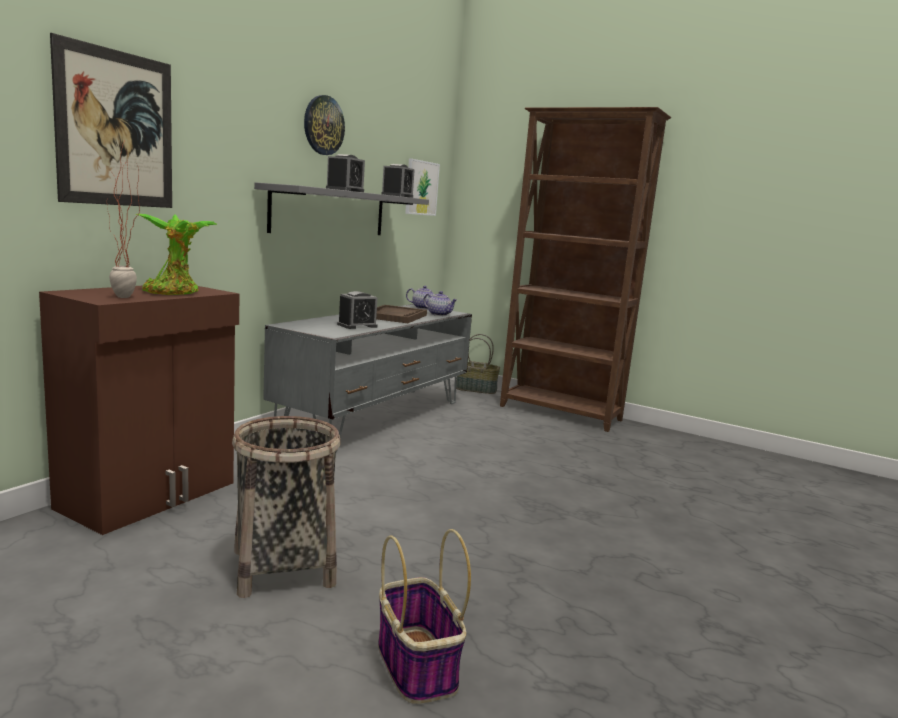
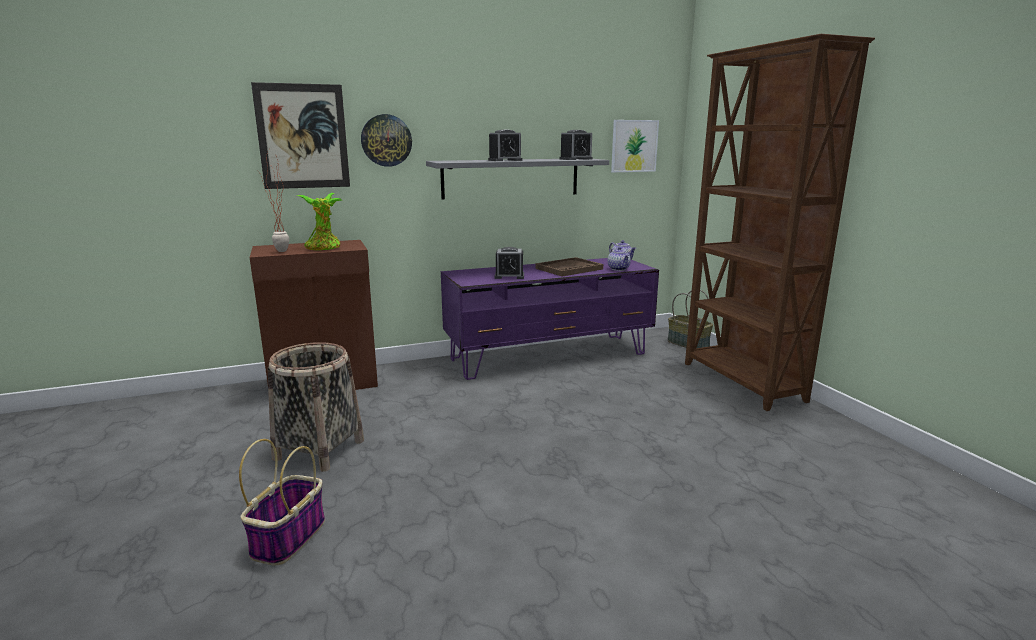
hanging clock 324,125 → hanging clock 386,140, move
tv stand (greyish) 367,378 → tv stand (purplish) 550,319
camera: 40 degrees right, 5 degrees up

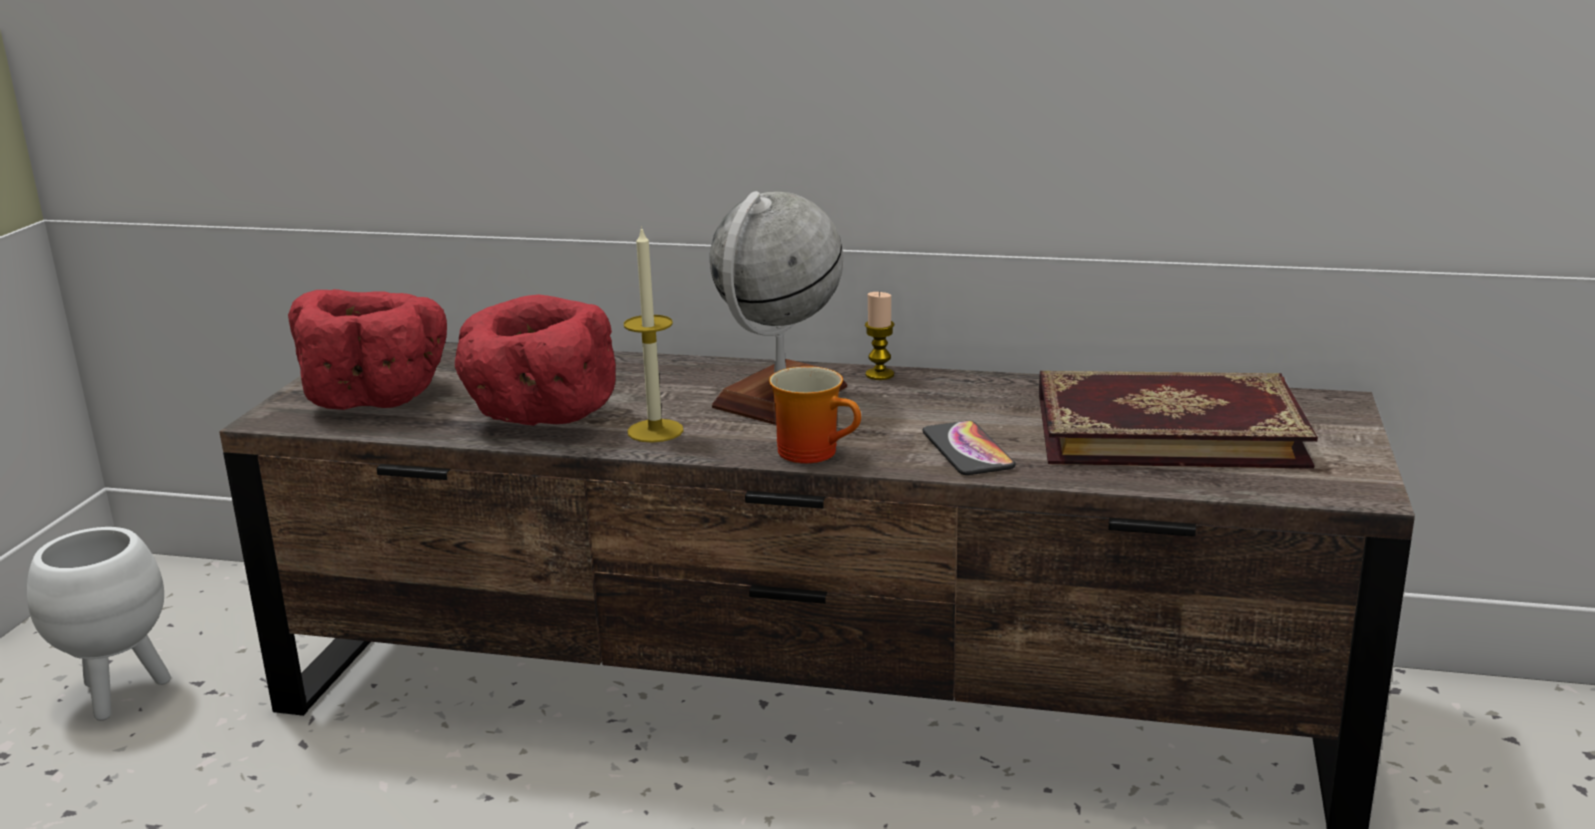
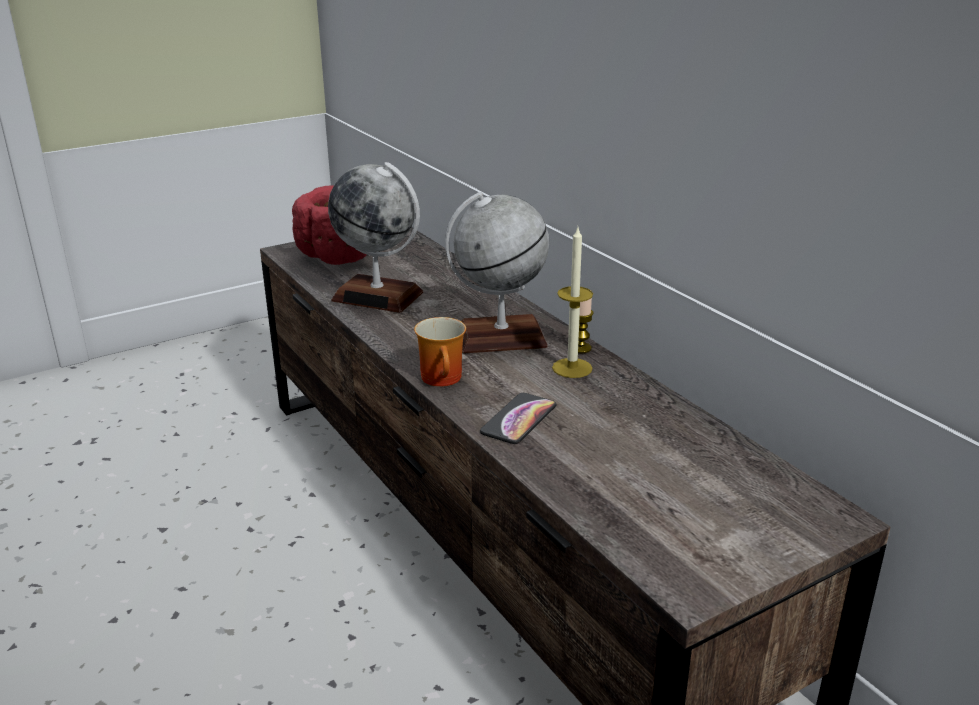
wax candle 654,334 → wax candle 572,303, move
serving bowl (red-coloured) 535,360 → globe 375,237
volume 1178,420 → -
flower pot (white-coloured) 99,624 → -
camera: 45 degrees right, 5 degrees up

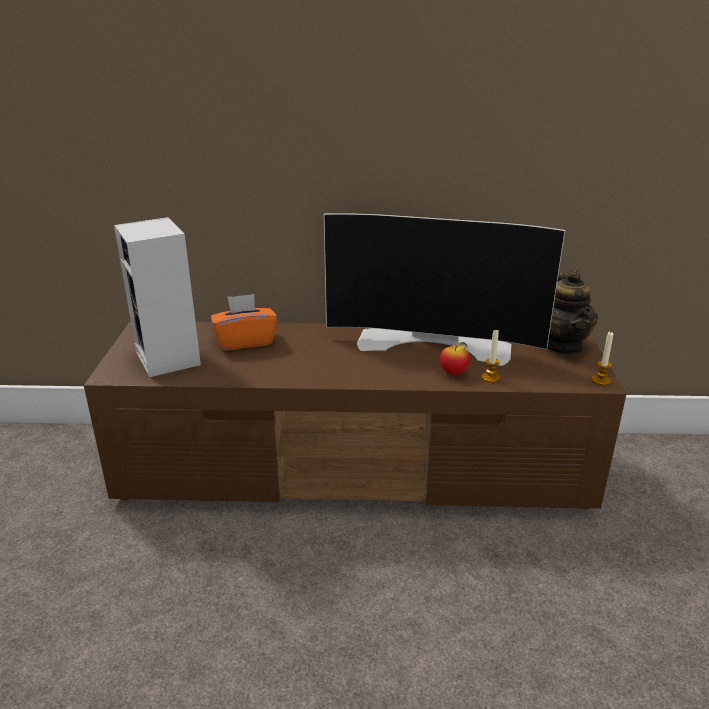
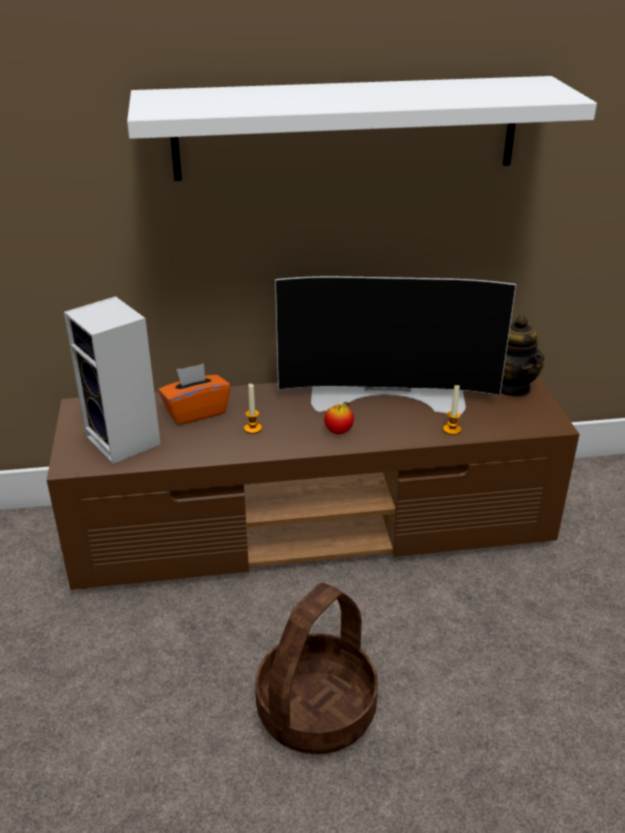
wax candle 602,358 → wax candle 253,408, move
apple fruit 455,358 → apple fruit 339,418, move
- → wall shelf (white-coloured) 362,128
- → storage basket 316,668
camera: 10 degrees left, 5 degrees up

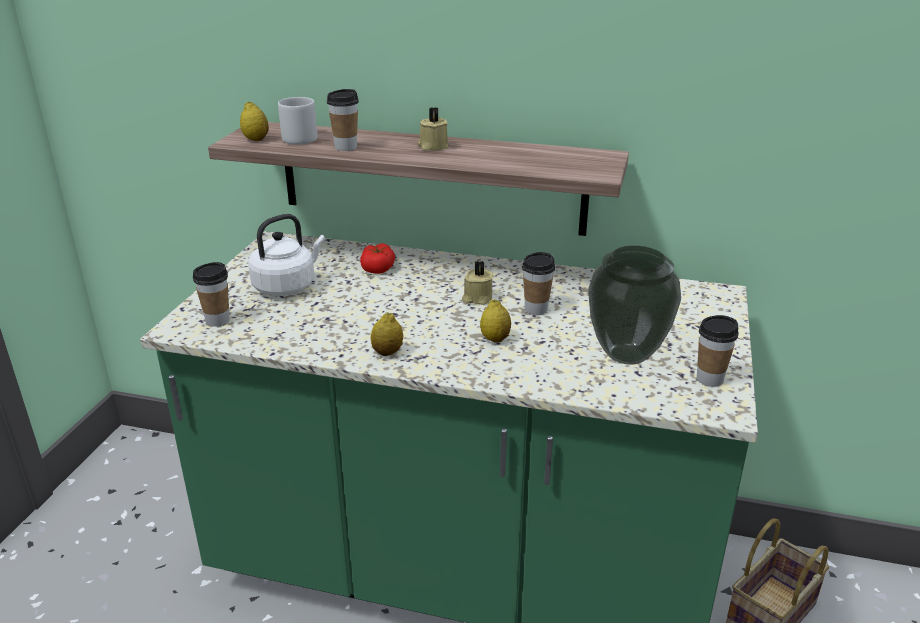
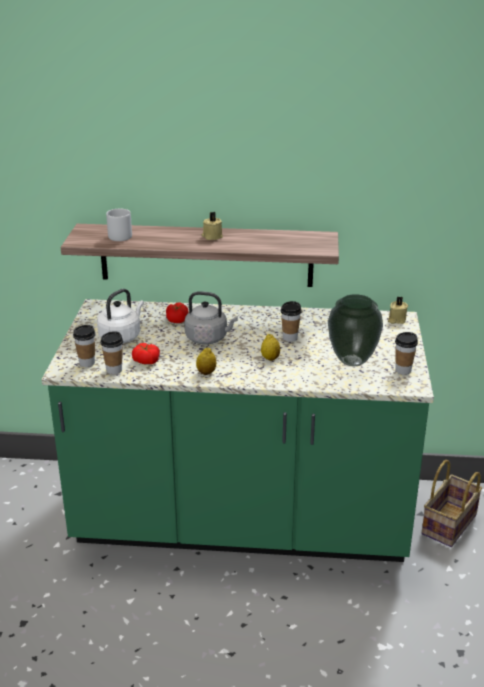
small cup 343,120 → small cup 112,352, move
citrus fruit 254,121 → -
wax candle (beige-coloured) 478,283 → wax candle (beige-coloured) 398,310, move
- → kettle (greyish) 211,317
- → fresh tomato 146,353
camera: 10 degrees left, 0 degrees up

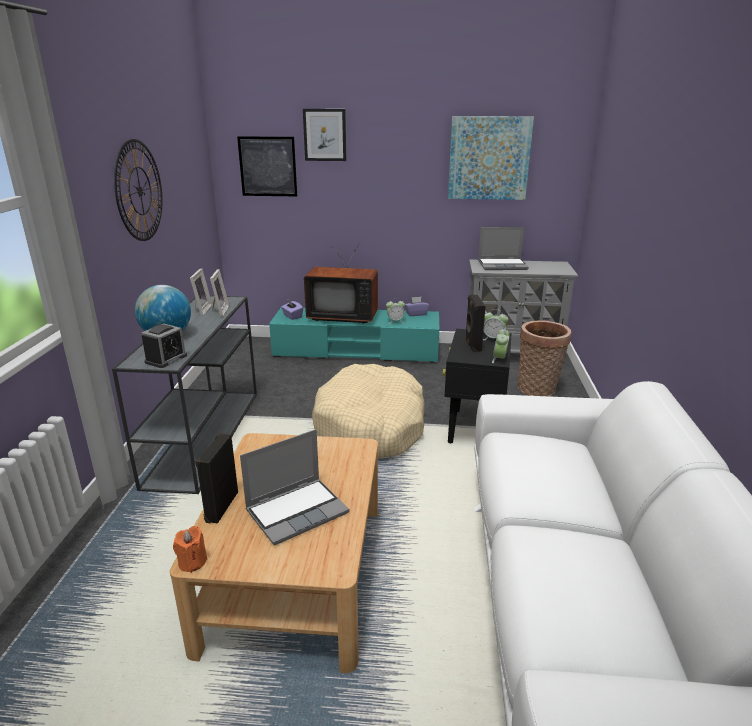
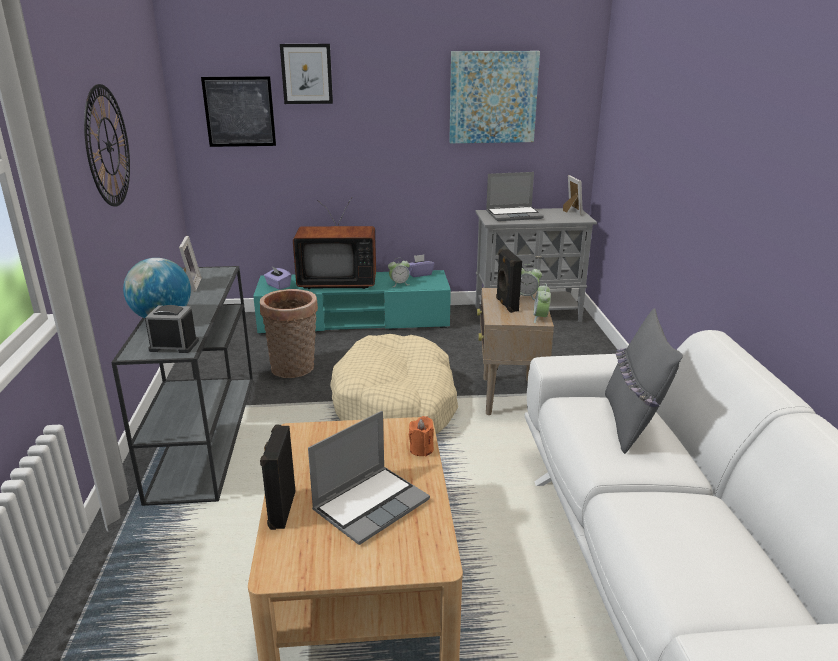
photo frame 219,293 → photo frame 573,195, move
storage basket 544,358 → storage basket 289,333, move
alarm clock 164,346 → alarm clock 172,329, 105 degrees counterclockwise
accent table (black-coloured) 477,386 → accent table (beige-coloured) 515,351
wax candle (orangey) 190,549 → wax candle (orangey) 421,436, move
- → throw pillow (greyish) 644,381
camera: 10 degrees left, 0 degrees up

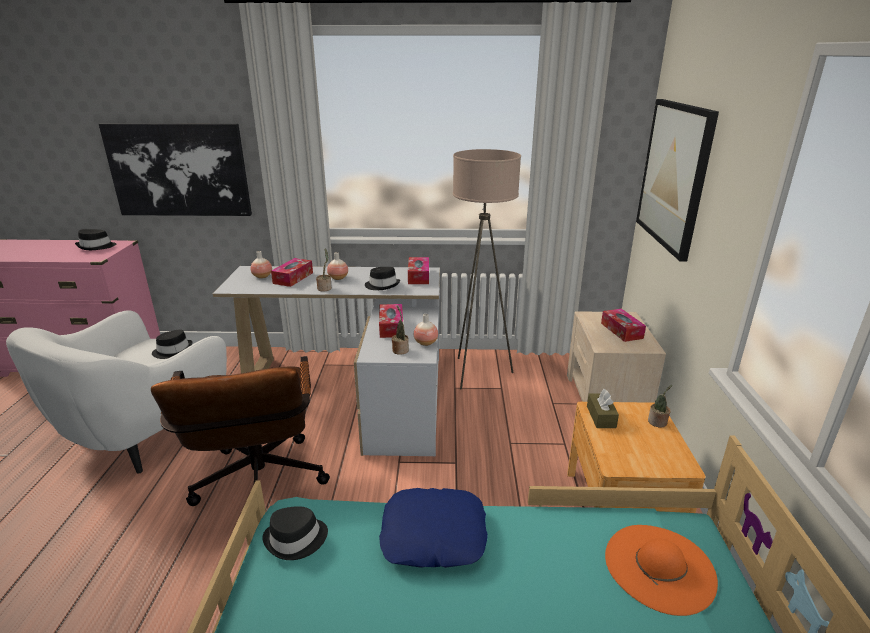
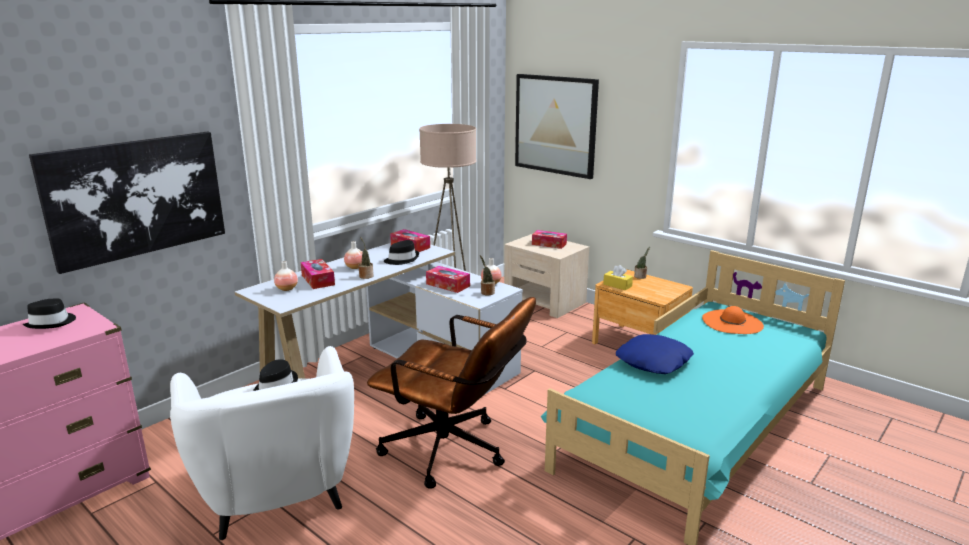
tissue holder (brownish) 603,408 → tissue holder (yellow-coloured) 618,277
wearable hat (black-coloured) 295,533 → -
camera: 50 degrees left, 5 degrees down

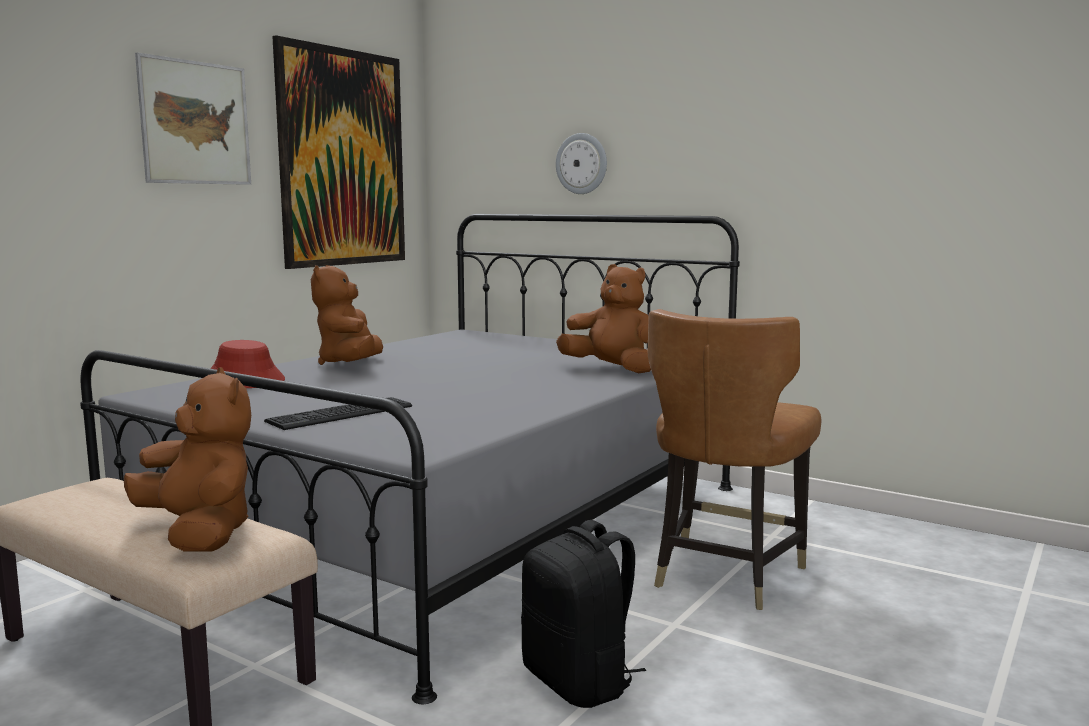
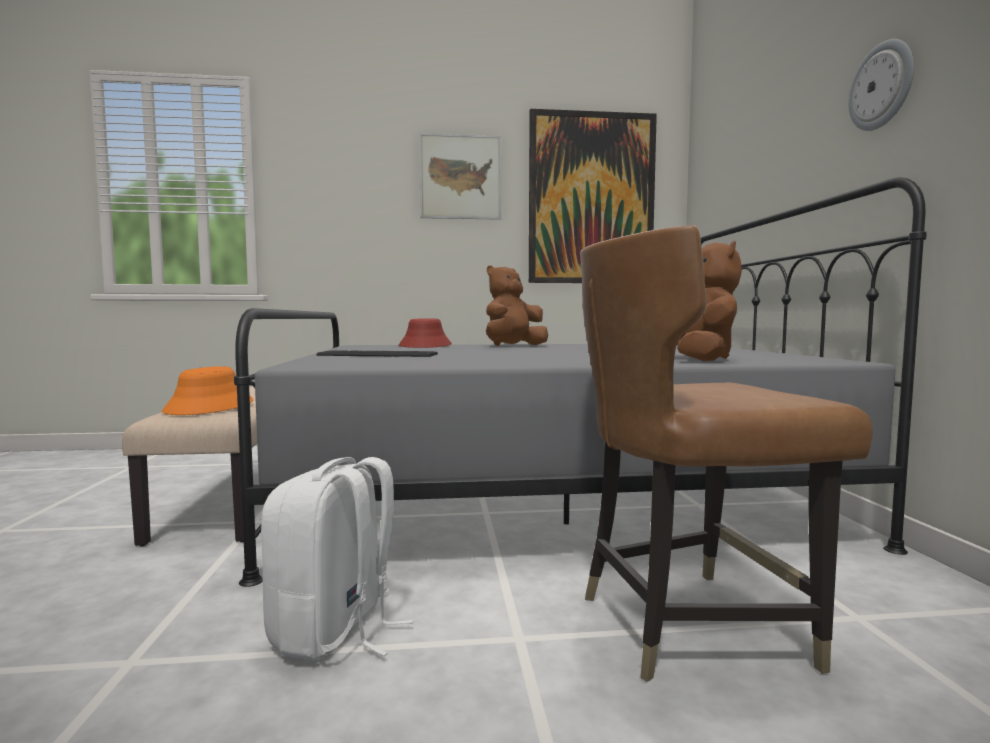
hanging clock 581,163 → hanging clock 881,85, move
cuddly toy (brownish) 187,459 → wearable hat (orangey) 207,390
knapsack (black-coloured) 583,614 → knapsack (white-coloured) 337,560
camera: 50 degrees right, 5 degrees down

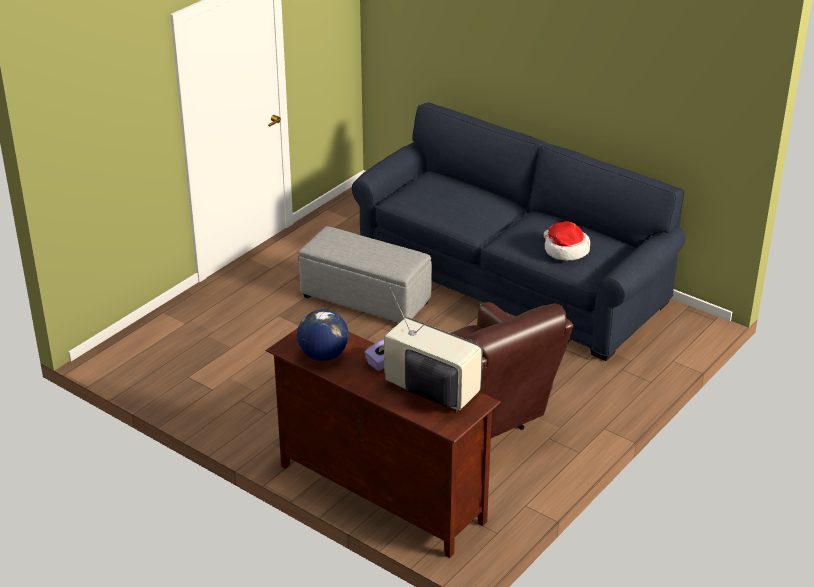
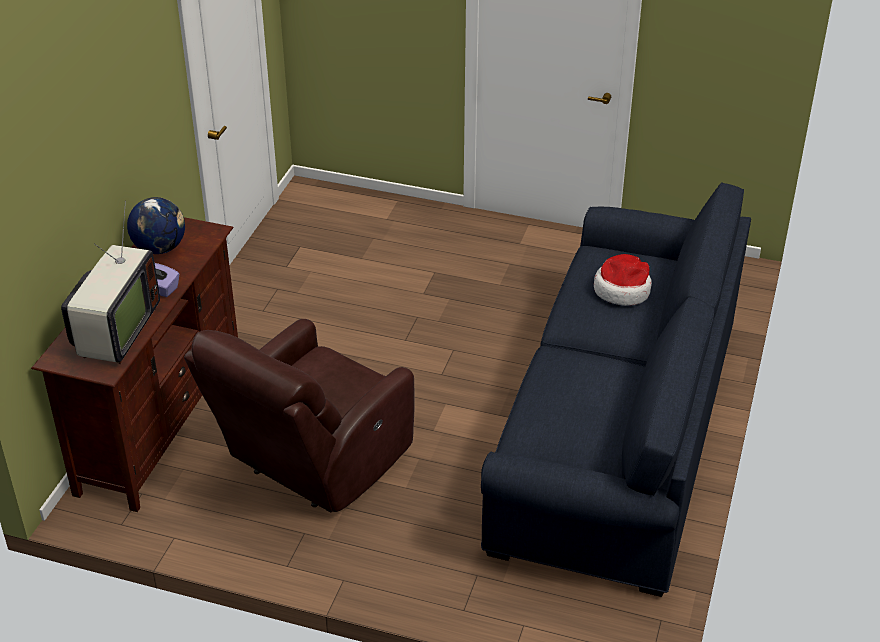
wearable hat 566,241 → wearable hat 623,280, move
pouffe (greyish) 365,274 → -
camera: 70 degrees right, 5 degrees up

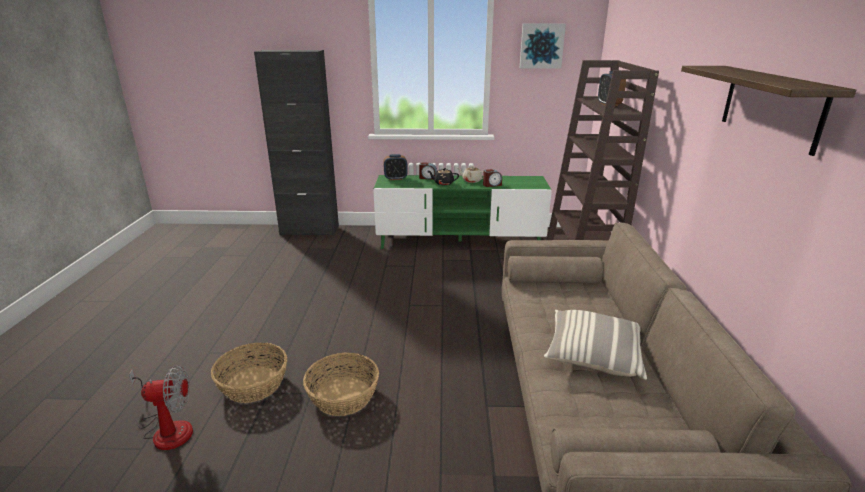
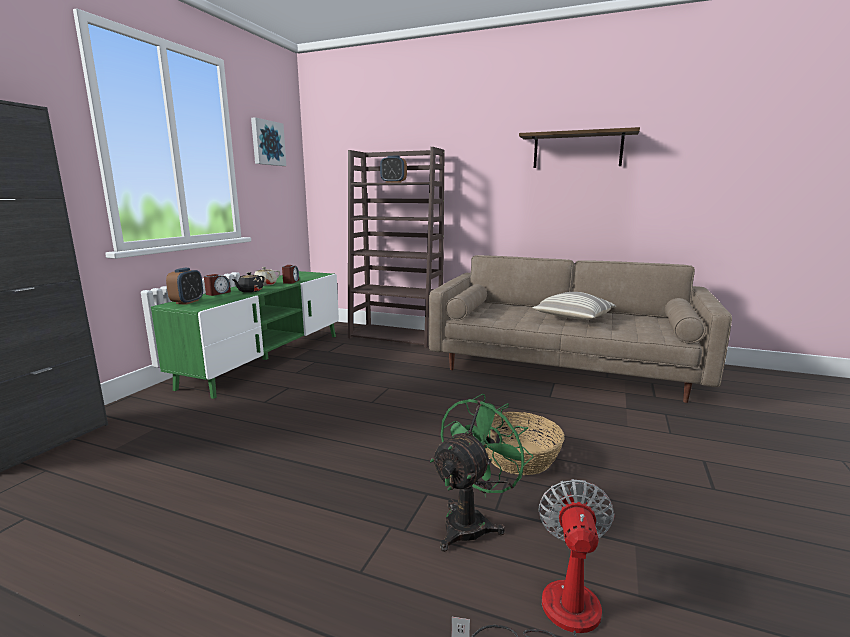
storage basket 249,373 → cooling fan (greenish) 481,472
camera: 70 degrees left, 10 degrees down

